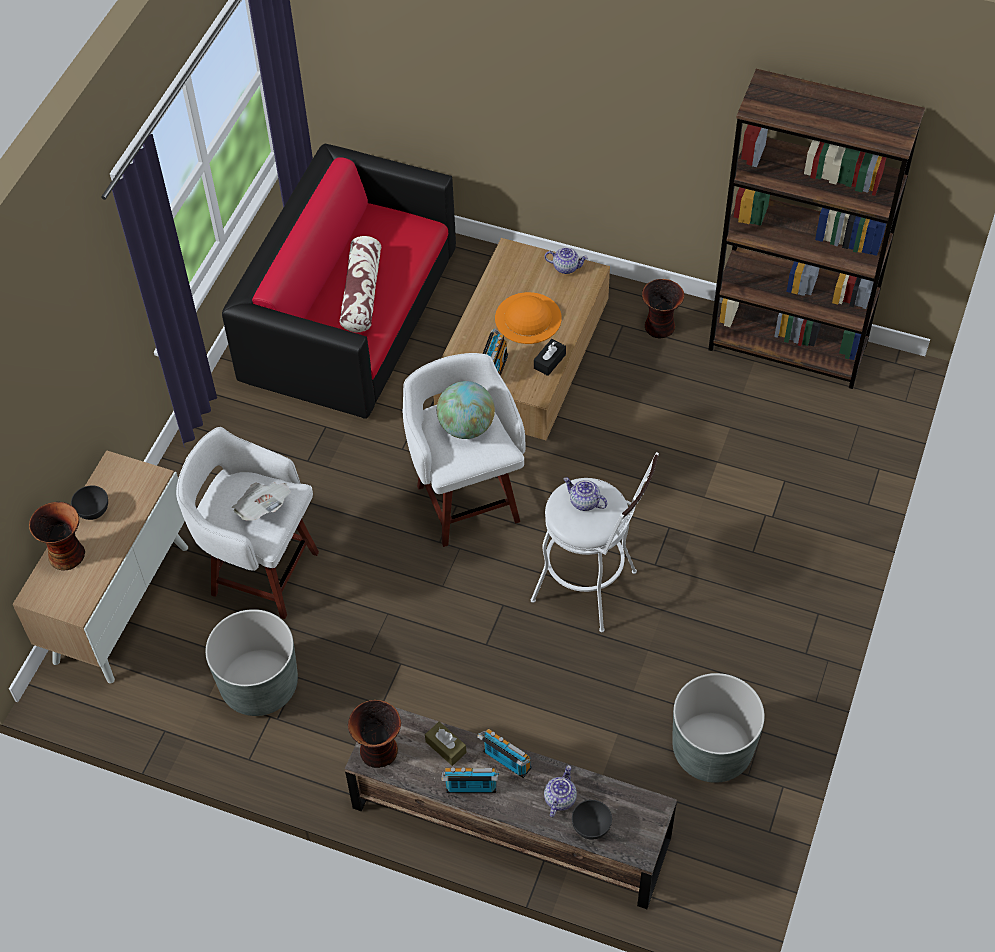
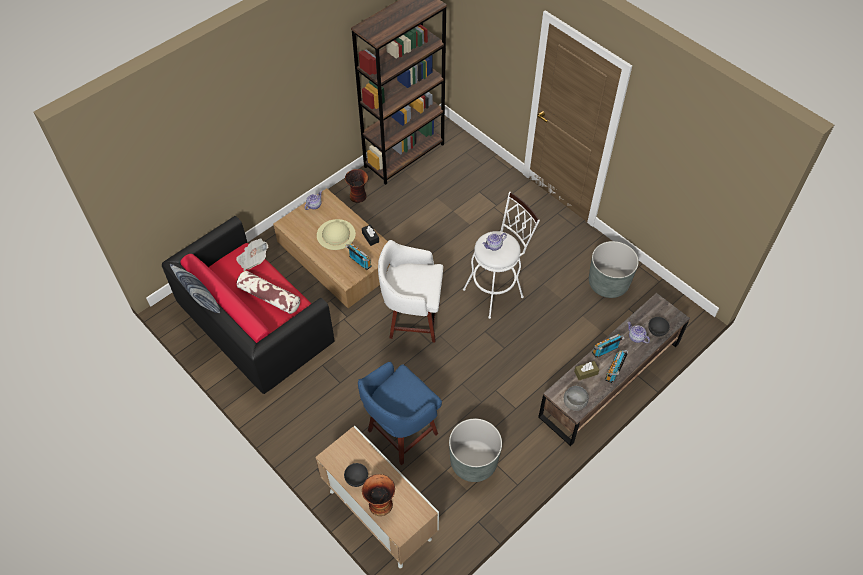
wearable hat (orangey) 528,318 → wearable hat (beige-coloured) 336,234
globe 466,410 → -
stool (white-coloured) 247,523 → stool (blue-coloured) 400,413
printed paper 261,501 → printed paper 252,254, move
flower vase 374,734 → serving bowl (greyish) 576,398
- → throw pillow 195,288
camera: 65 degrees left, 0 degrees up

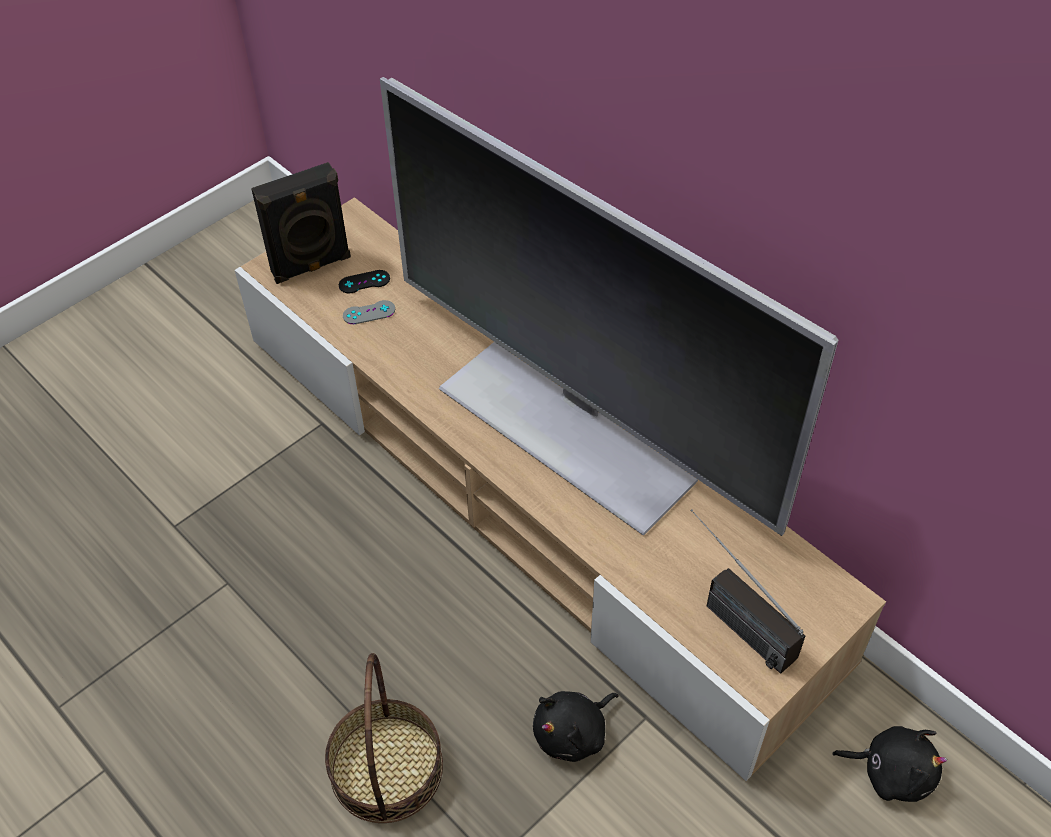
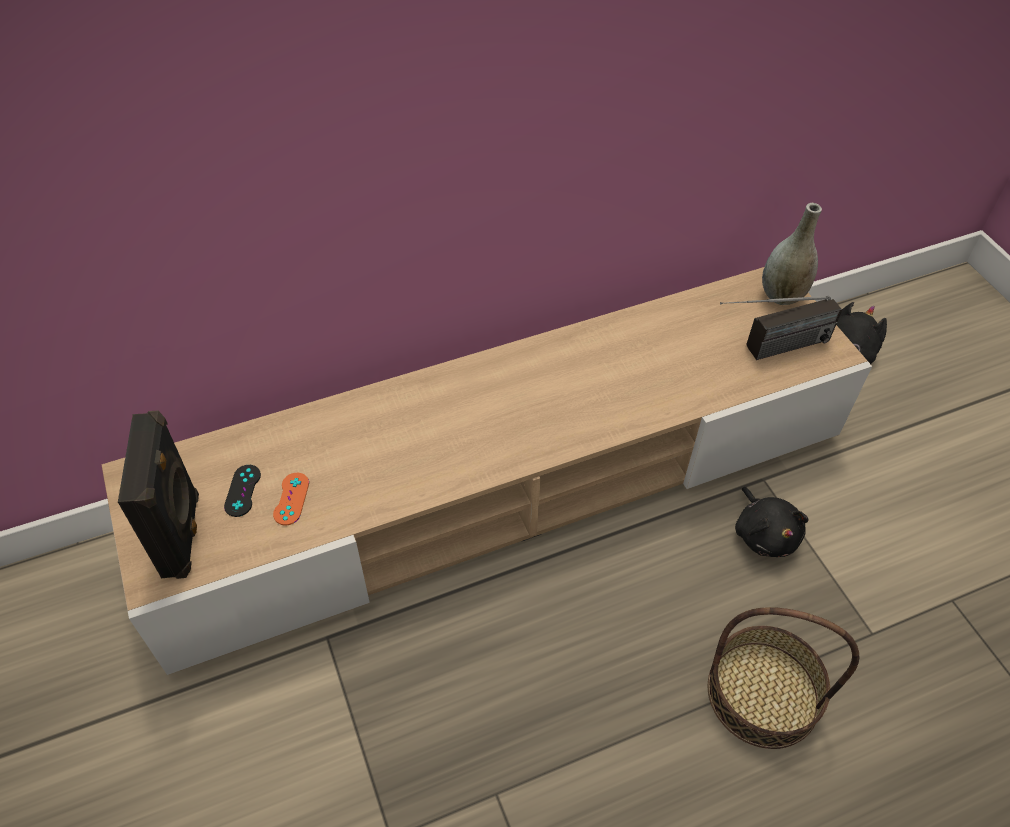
TV set 609,306 → -
joypad (greyish) 369,312 → joypad (orangey) 291,499
- → flower vase (greyish) 792,254
camera: 70 degrees left, 0 degrees up

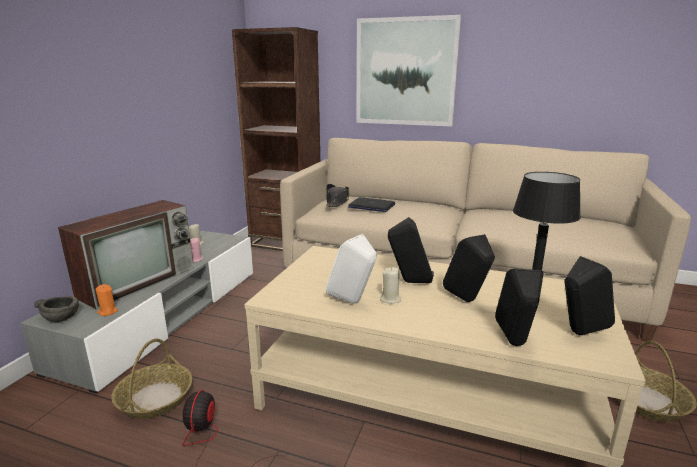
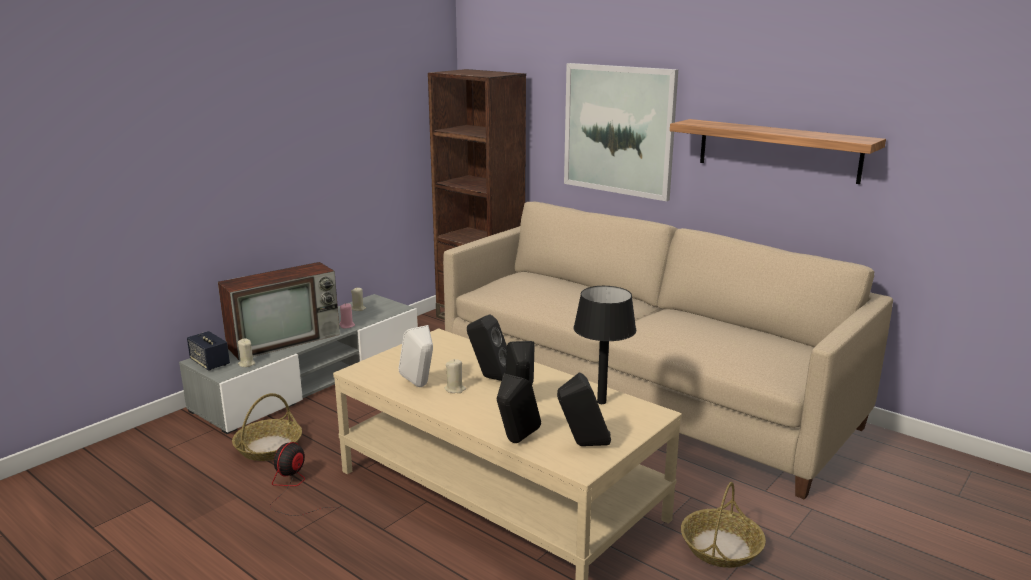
wearable hat (black-coloured) 337,195 → -
portable computer 371,204 → -
wax candle (orangey) 106,300 → wax candle (beige-coloured) 246,352
serving bowl (greyish) 56,309 → audio speaker 208,351
- → wall shelf 778,151
camera: 20 degrees right, 0 degrees up

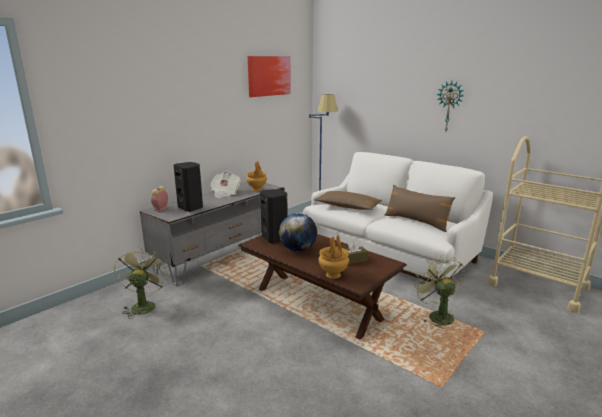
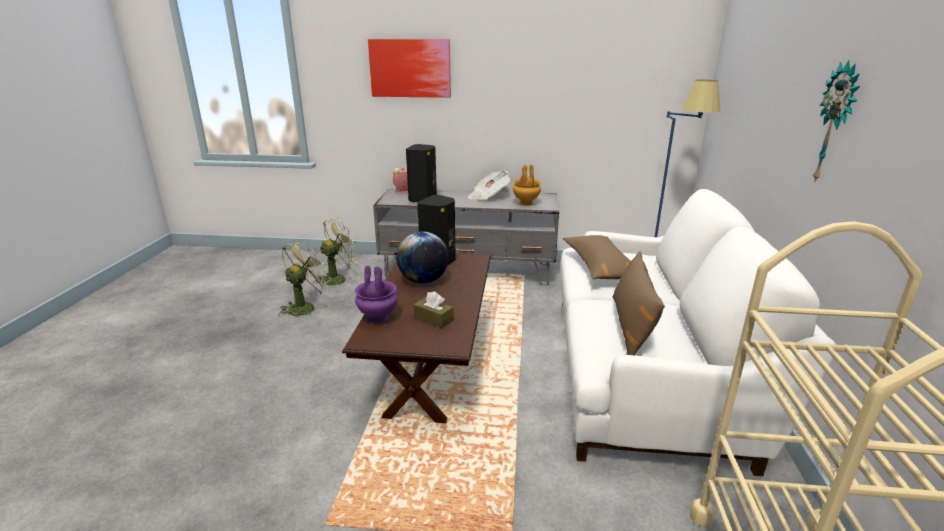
picture 269,76 → picture 409,68, move
flower vase (brownish) 333,257 → flower vase (purplish) 376,294
cooling fan (greenish) 439,292 → cooling fan (greenish) 304,278, move
camera: 55 degrees right, 5 degrees up

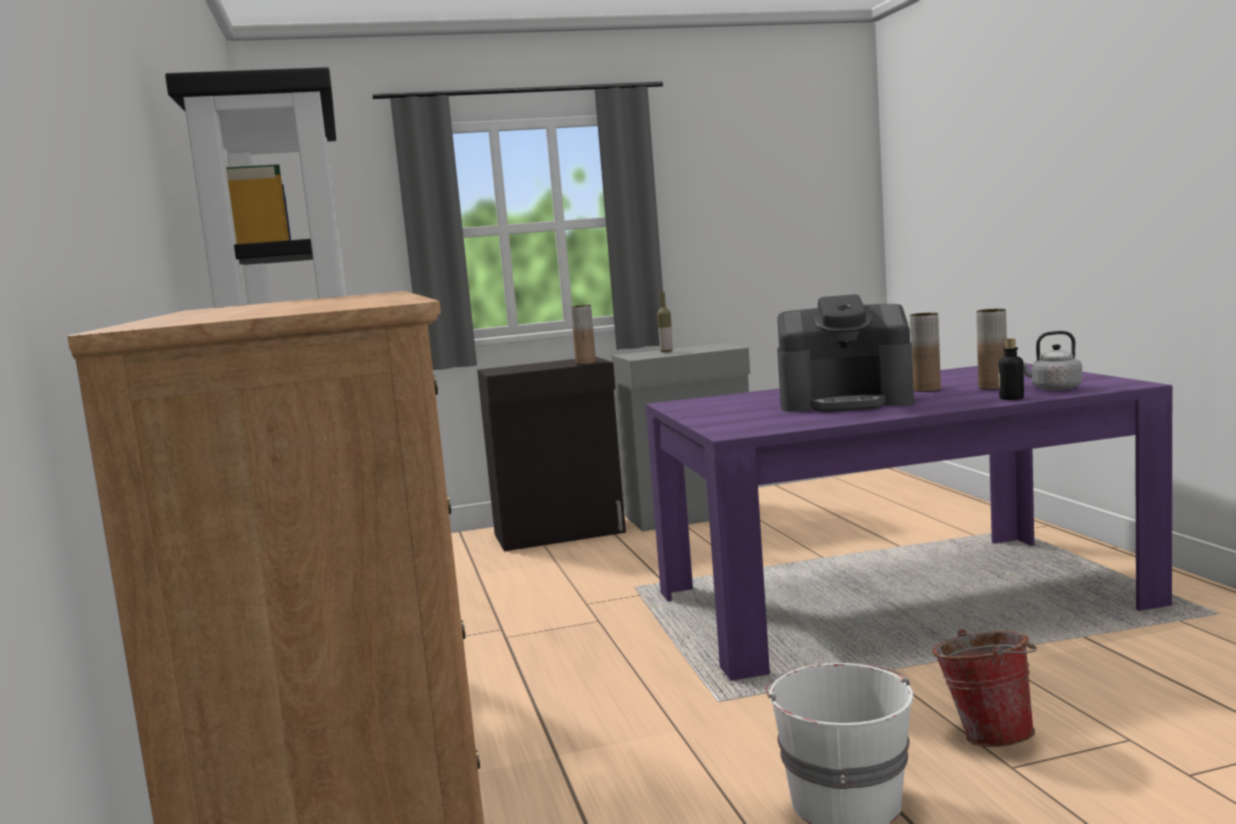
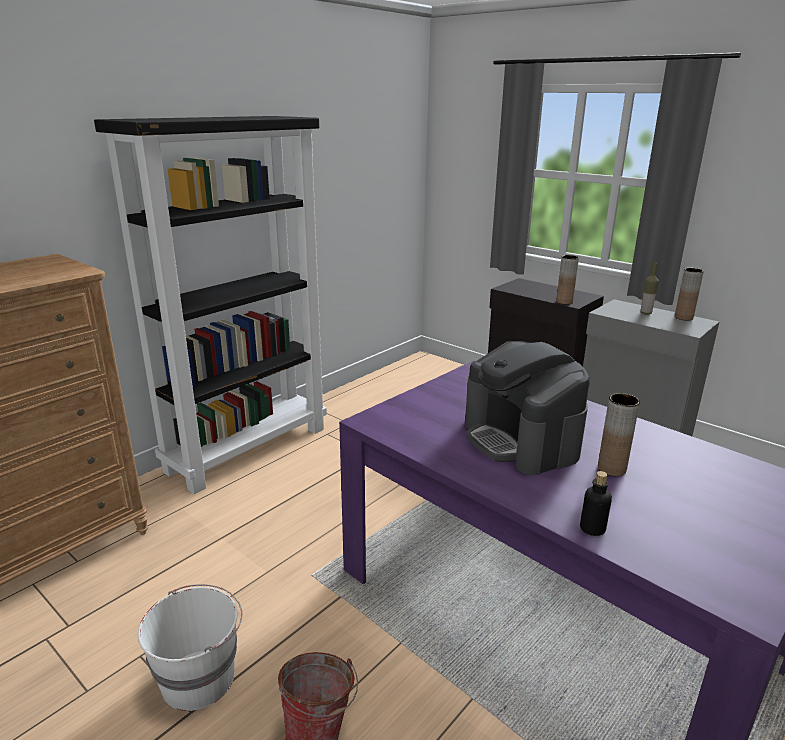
flower vase (brownish) 991,349 → flower vase (brownish) 689,294, move
kettle (greyish) 1052,361 → -
camera: 55 degrees right, 15 degrees up

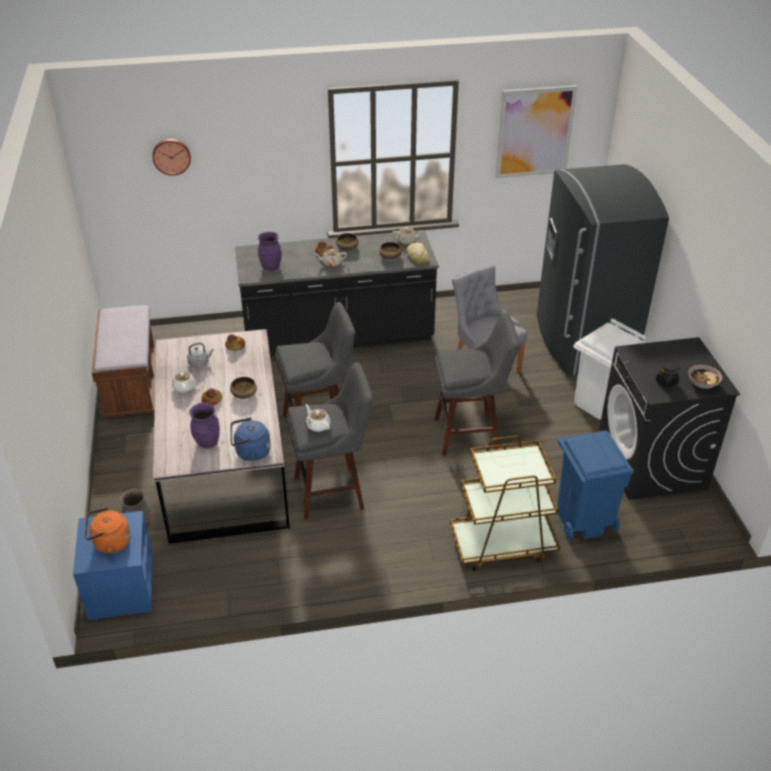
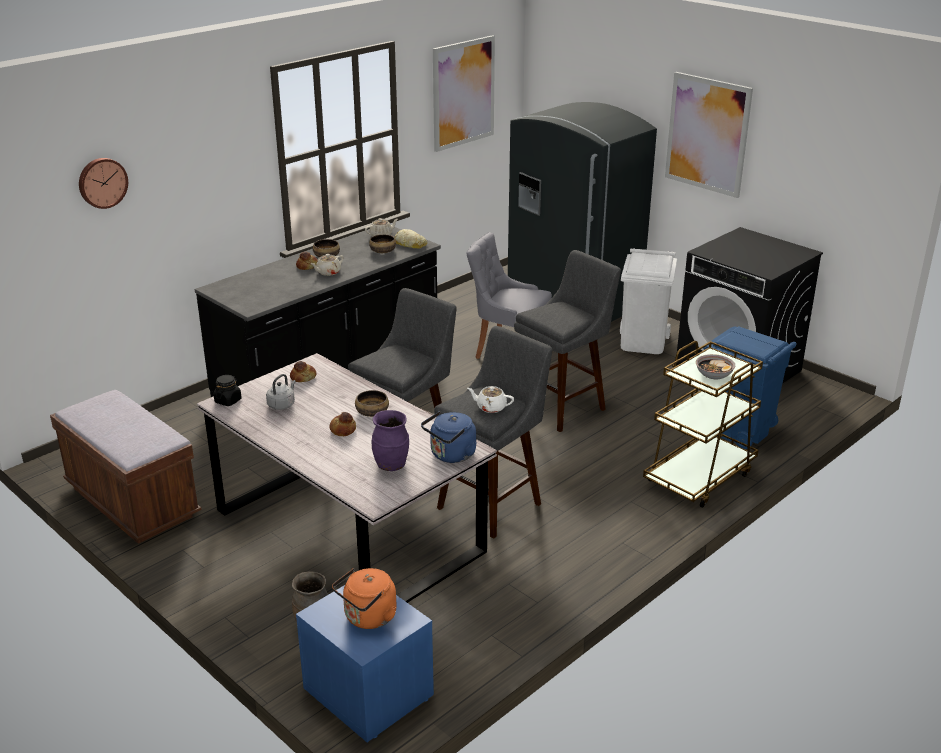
flower vase (purplish) 270,251 → -
jar (black-coloured) 668,375 → jar (black-coloured) 228,390, move
tea pot (white-coloured) 183,378 → -
serving bowl 705,377 → serving bowl 715,366, move
- → picture 709,135
camera: 35 degrees left, 10 degrees down

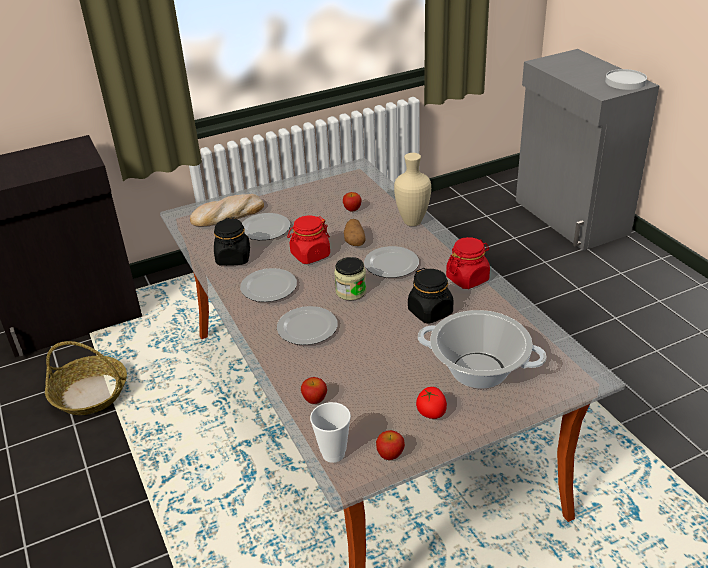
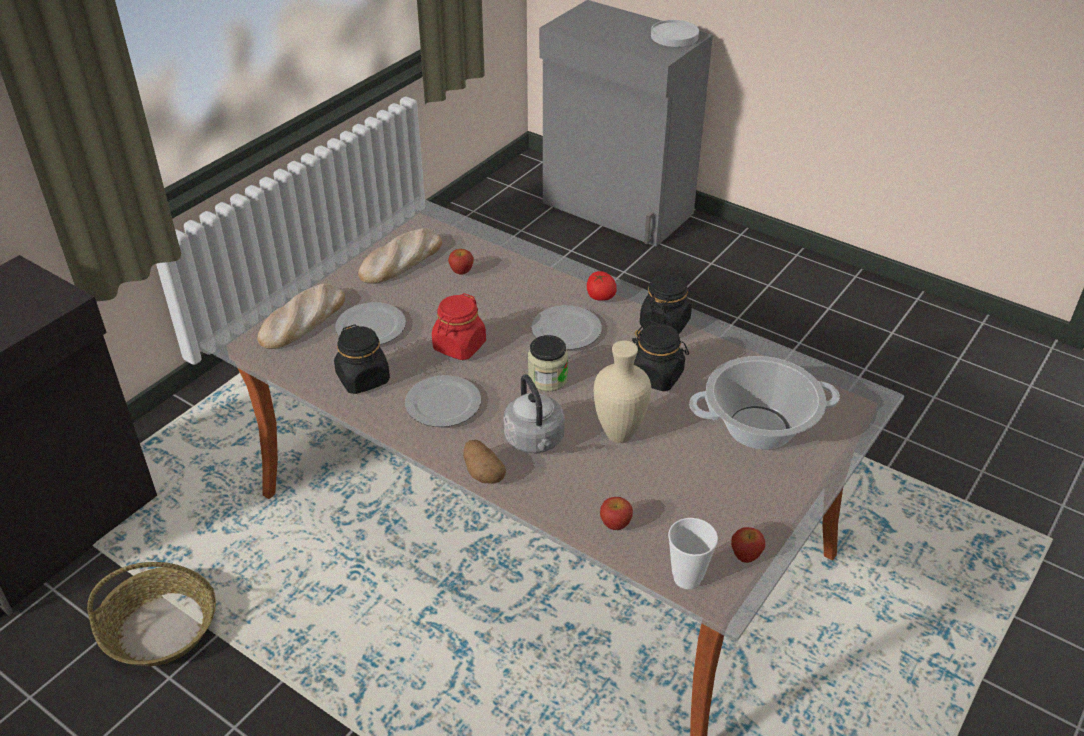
flower vase (beige-coloured) 412,189 → flower vase (beige-coloured) 622,391, move
spud 355,232 → spud 484,462, move
jar (red-coloured) 468,263 → jar (black-coloured) 666,303
dinner plate 307,325 → kettle (greyish) 534,413
fresh tomato 431,403 → fresh tomato 602,286, move
- → bread 400,255
camera: 30 degrees left, 5 degrees up

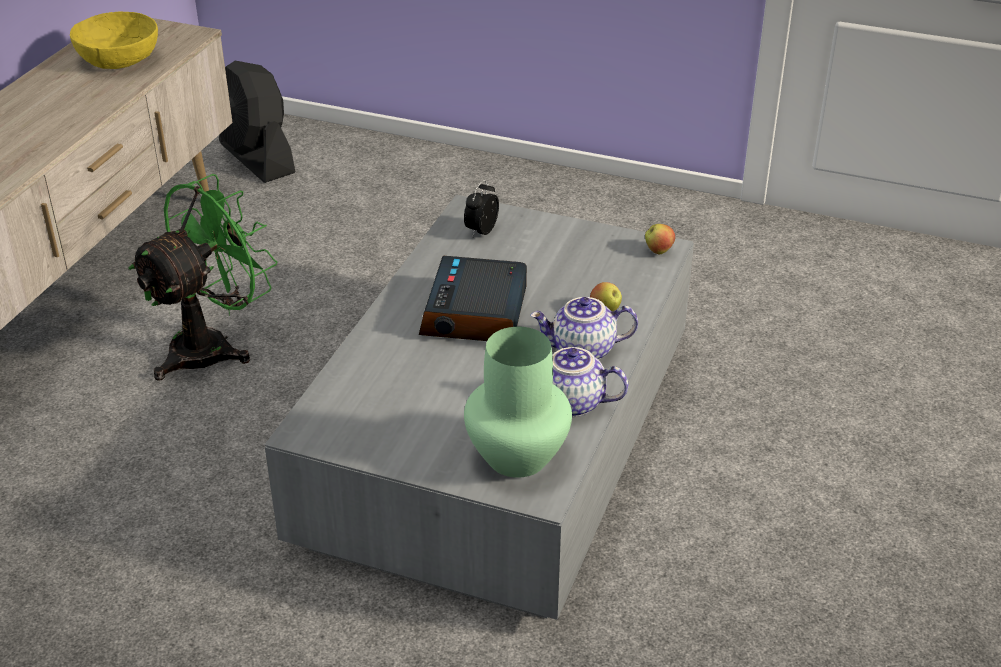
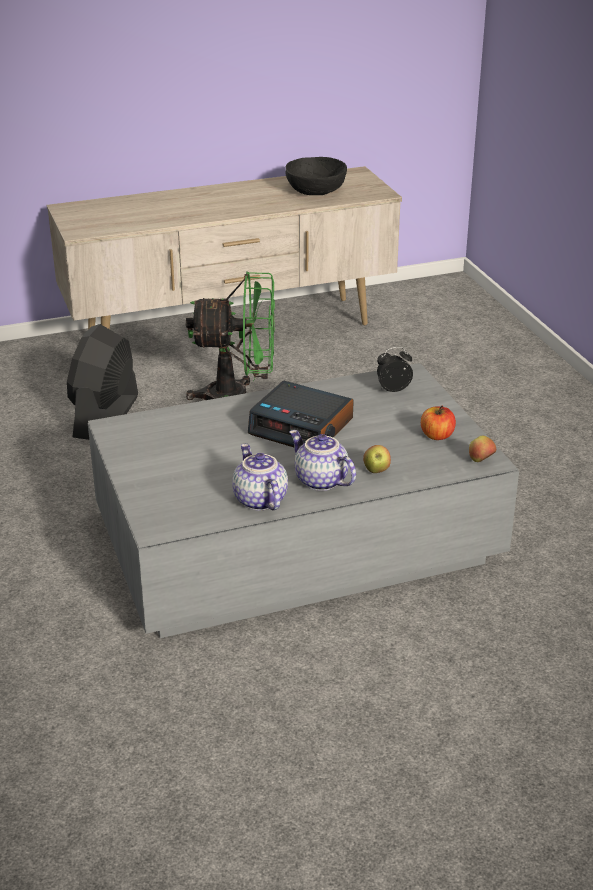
serving bowl (yellow-coloured) 114,40 → serving bowl (black-coloured) 316,176
cooling fan (black-coloured) 257,122 → cooling fan (black-coloured) 102,382, move
alarm clock 473,298 → alarm clock 301,414, 120 degrees counterclockwise
flower vase (greenish) 518,402 → -
- → apple fruit 438,423
camera: 50 degrees right, 5 degrees down

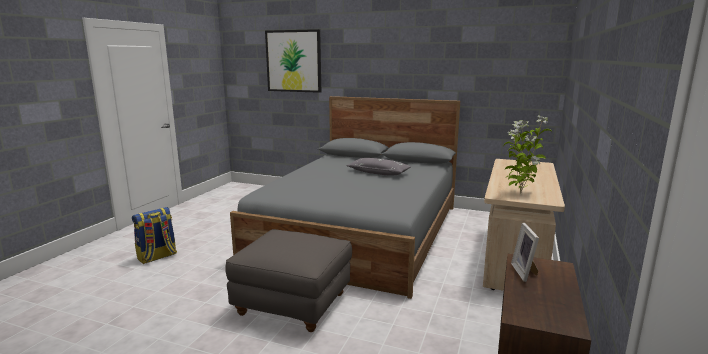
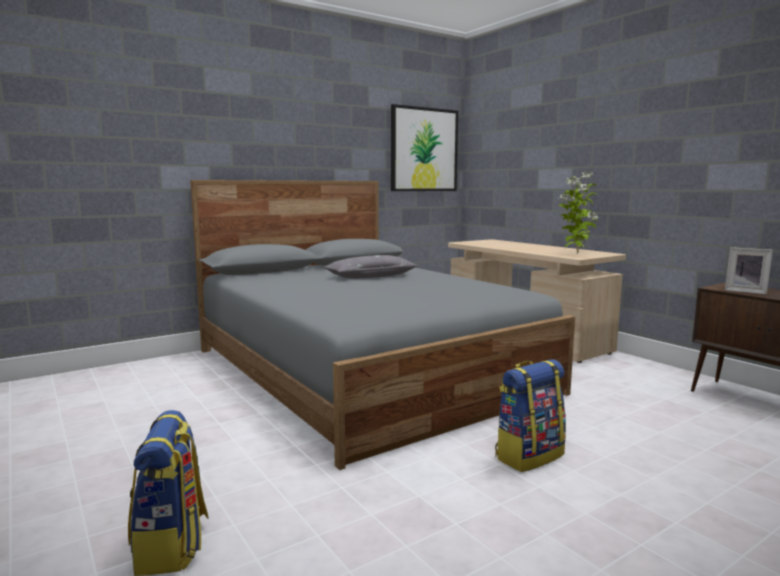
picture 293,61 → picture 424,147, move
pouffe (greyish) 288,280 → knapsack 530,415
camera: 55 degrees left, 5 degrees down

